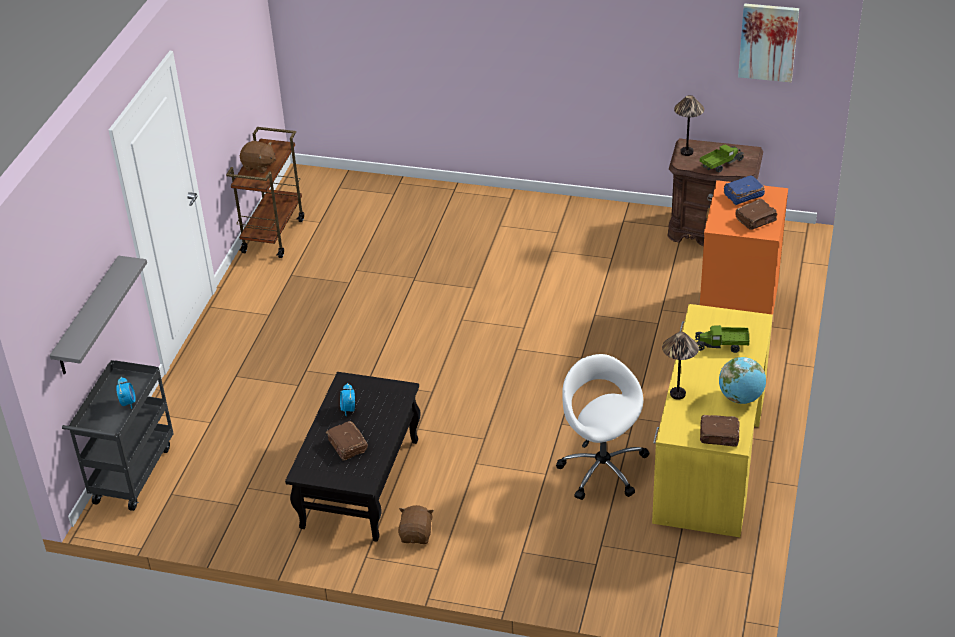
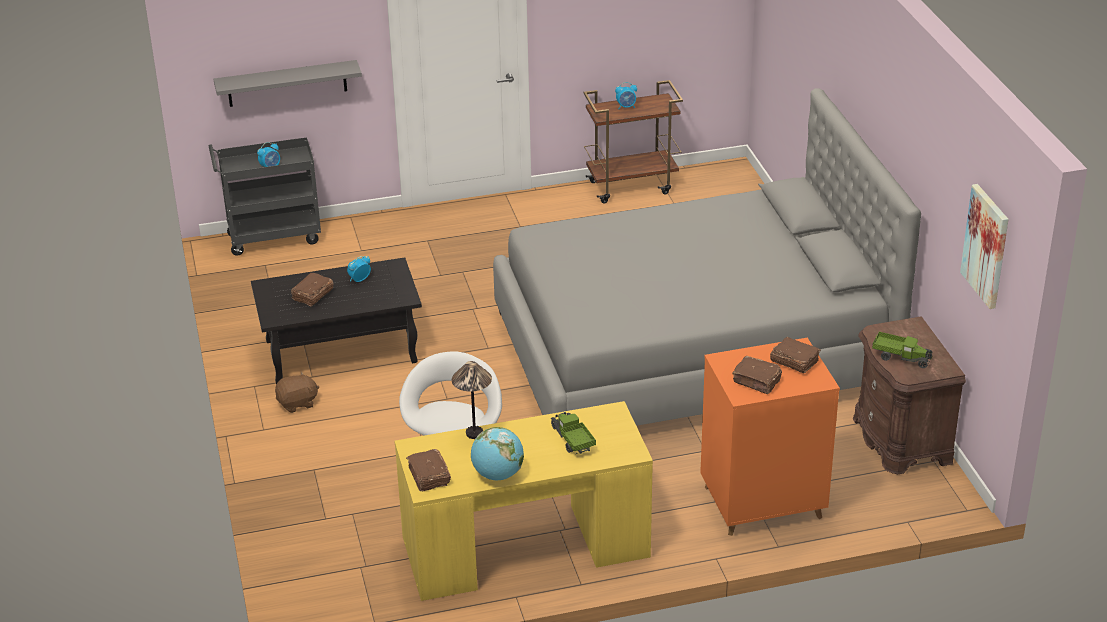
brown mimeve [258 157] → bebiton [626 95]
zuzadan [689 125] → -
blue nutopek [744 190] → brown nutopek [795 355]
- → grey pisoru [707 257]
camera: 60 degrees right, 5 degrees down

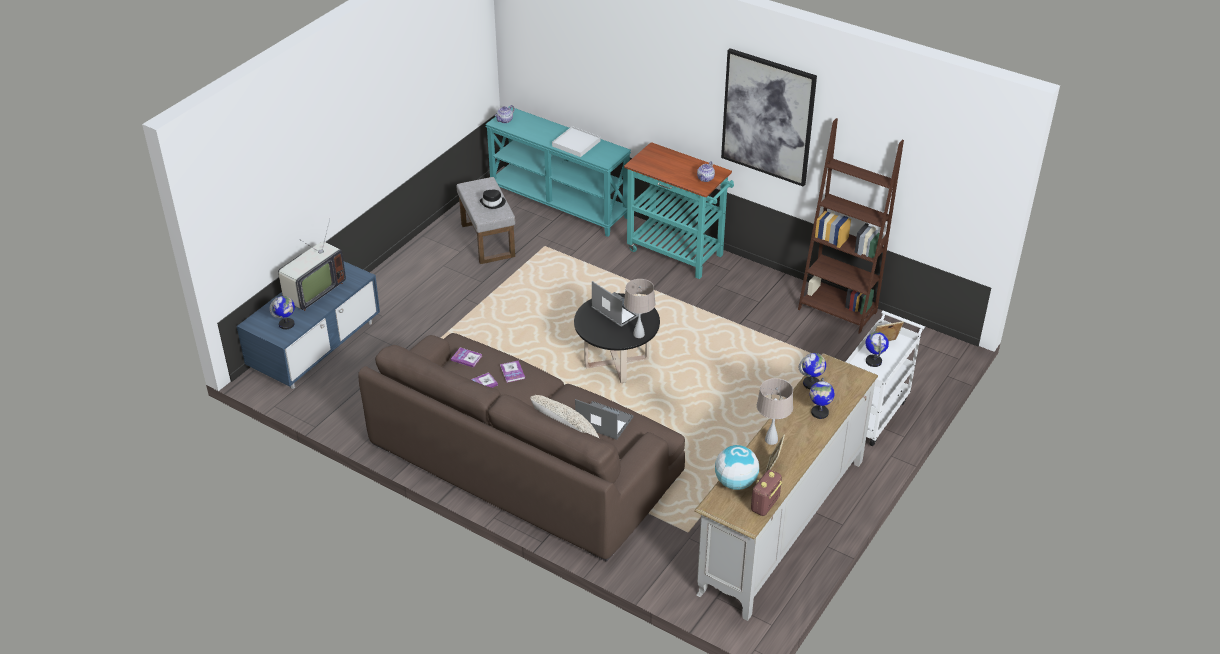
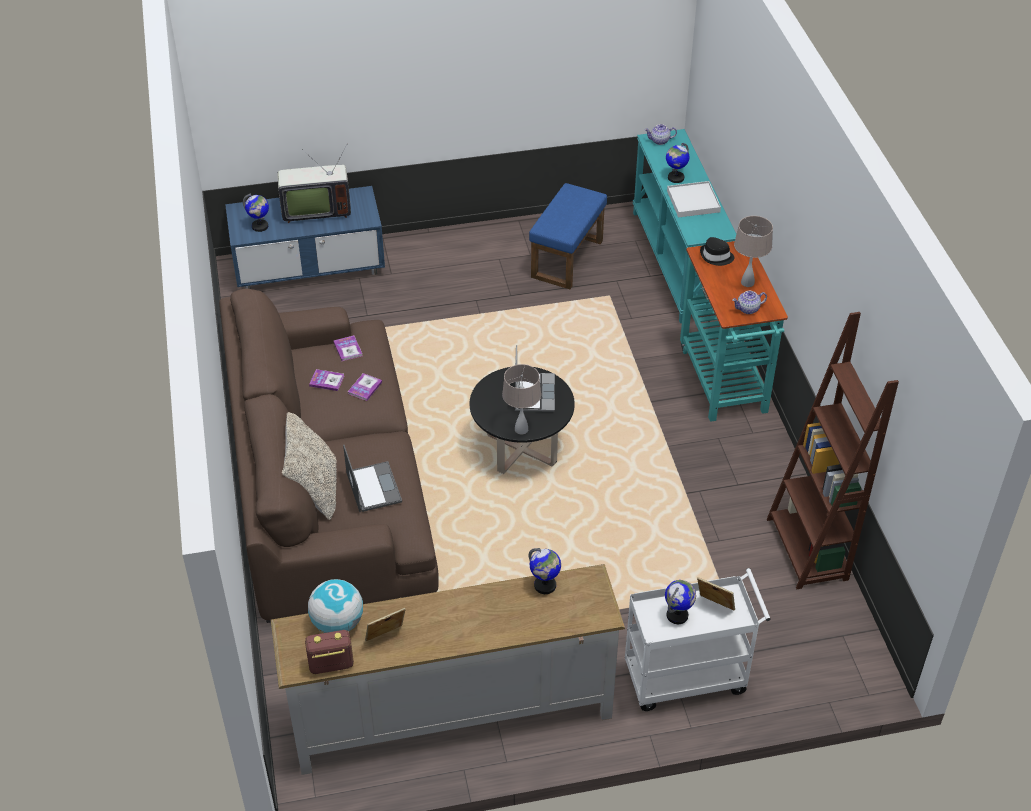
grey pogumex [485 220] → blue pogumex [568 236]
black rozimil [493 199] → black rozimil [717 251], relocated
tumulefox [769 117] → -
beige zuzadan [775 411] → beige zuzadan [753 251], relocated
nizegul [822 398] → nizegul [677 163], relocated
camera: 45 degrees right, 5 degrees up

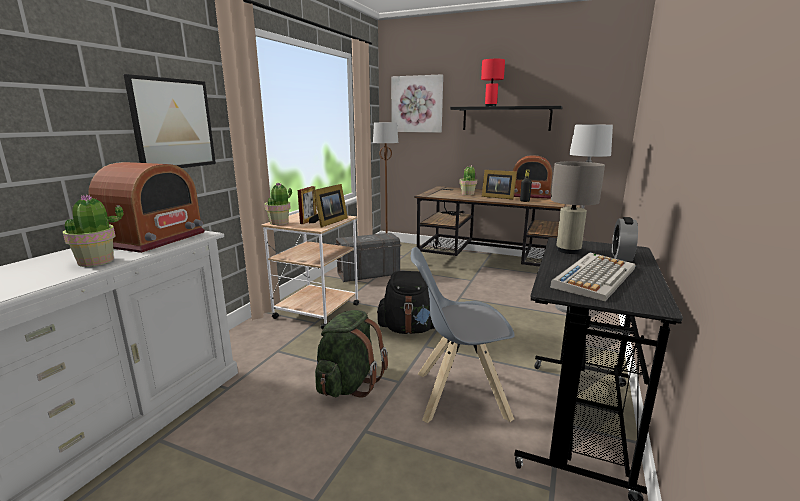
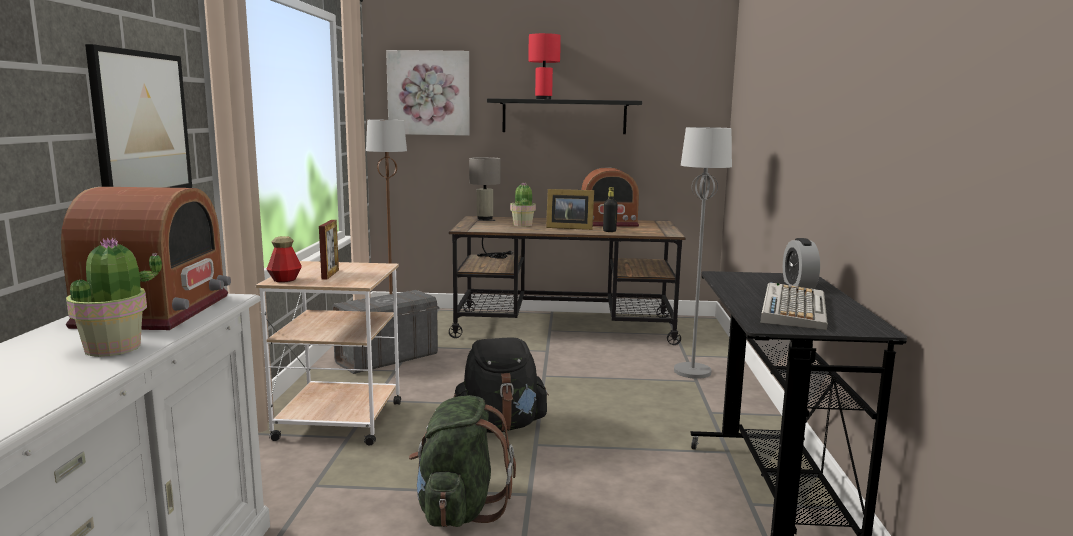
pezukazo [278 204] → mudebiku [284 259]
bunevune [328 205] → -
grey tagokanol [463 335] → -
grey zuzadan [578 207] → grey zuzadan [485 188], relocated
camera: 20 degrees left, 5 degrees down

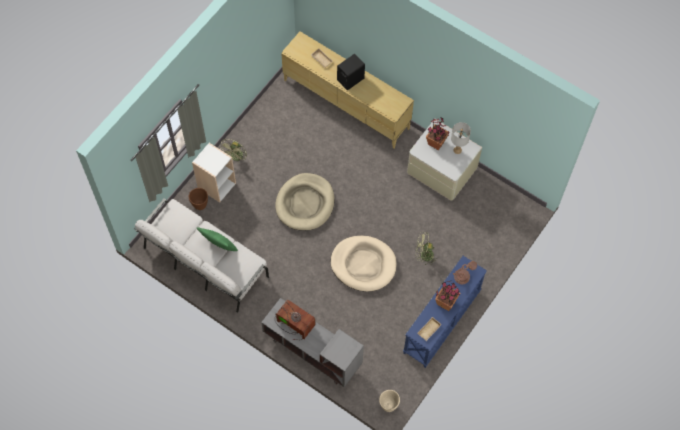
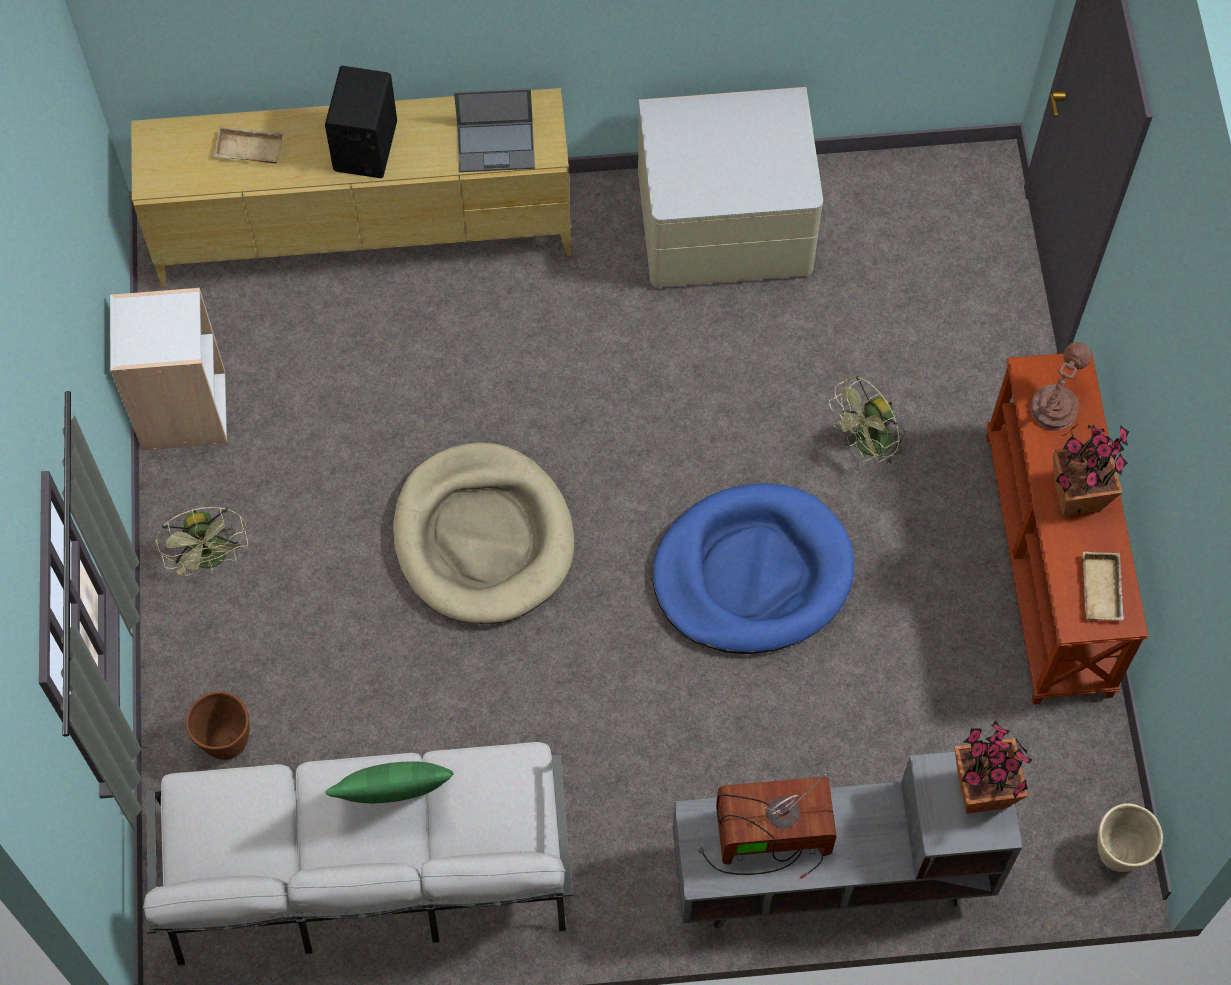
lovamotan [214 173] → lovamotan [168 369], relocated
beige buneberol [363 264] → blue buneberol [753 568]
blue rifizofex [445 312] → brown rifizofex [1067 527]
pezukazo [438 133] → pezukazo [993 767], relocated
grey zuzadan [461 138] → -
- → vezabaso [494 130]
camera: 40 degrees left, 0 degrees up

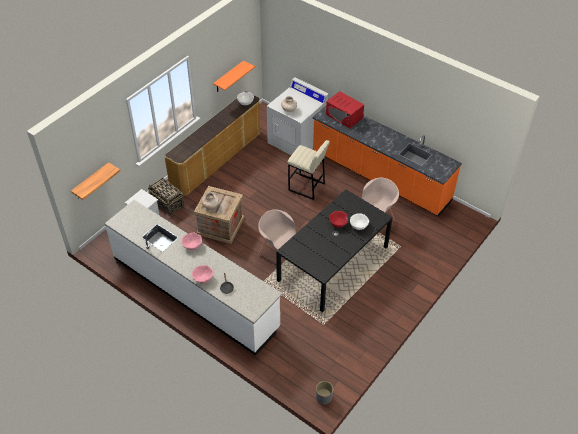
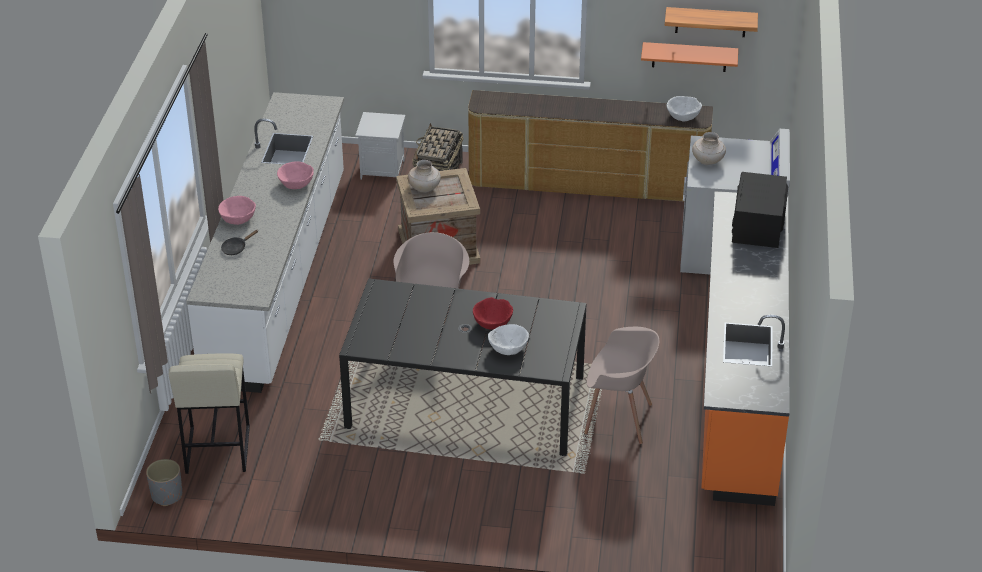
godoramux [95 181] → godoramux [711 22], relocated
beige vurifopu [309 170] → beige vurifopu [209 413], relocated
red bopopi [345 109] → black bopopi [760 210]
camera: 60 degrees right, 10 degrees down

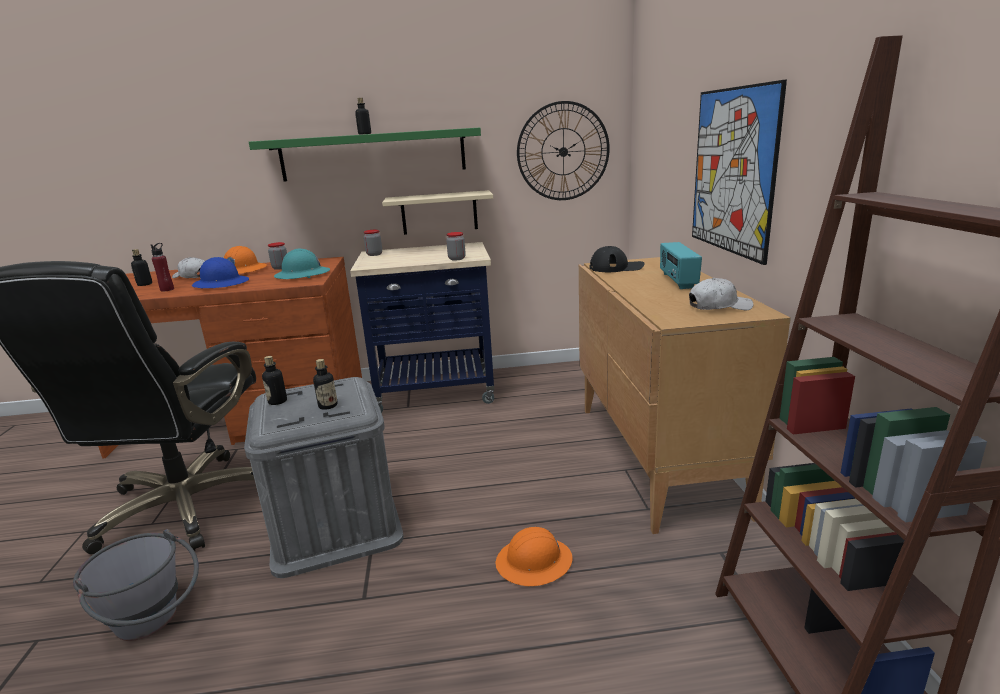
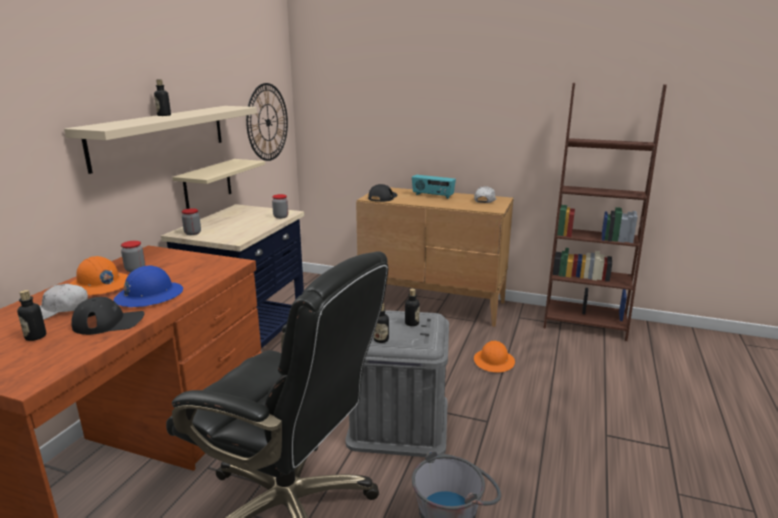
red mudebiku [162 267] → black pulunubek [108 316]
green godoramux [365 154] → beige godoramux [160 140]
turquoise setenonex [302 264] → -
tumulefox [739 172] → -
camera: 65 degrees left, 0 degrees up

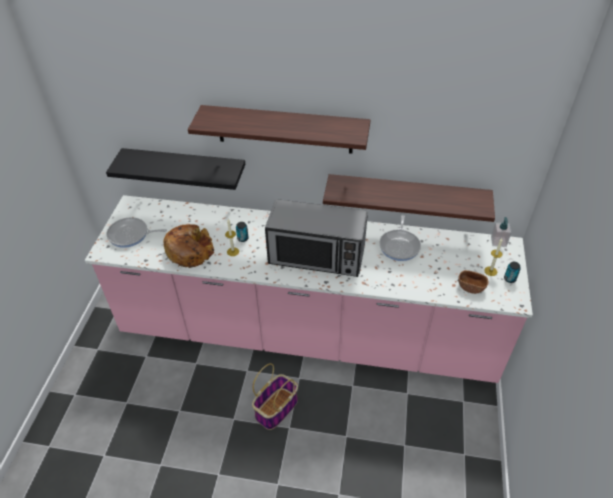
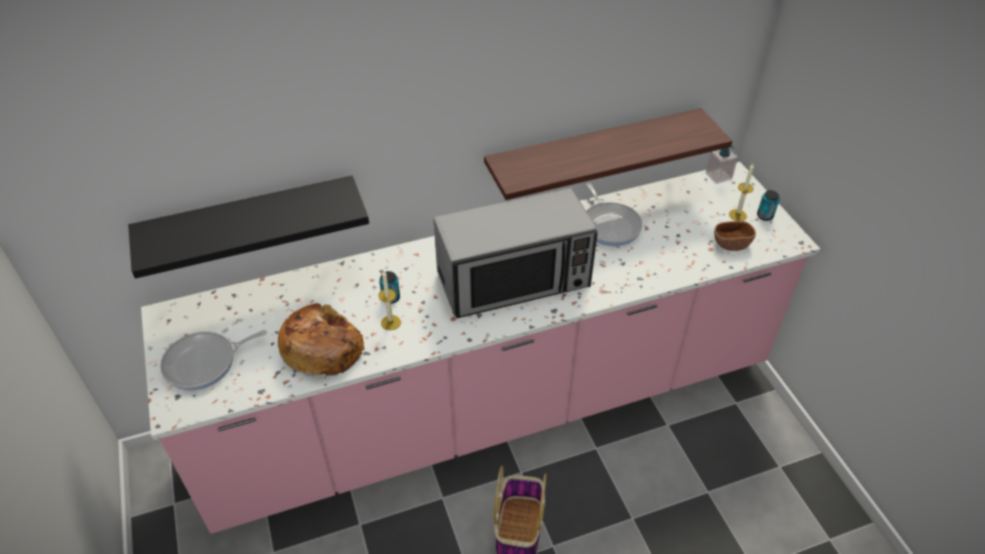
godoramux [279 129] → -
camera: 30 degrees left, 0 degrees up

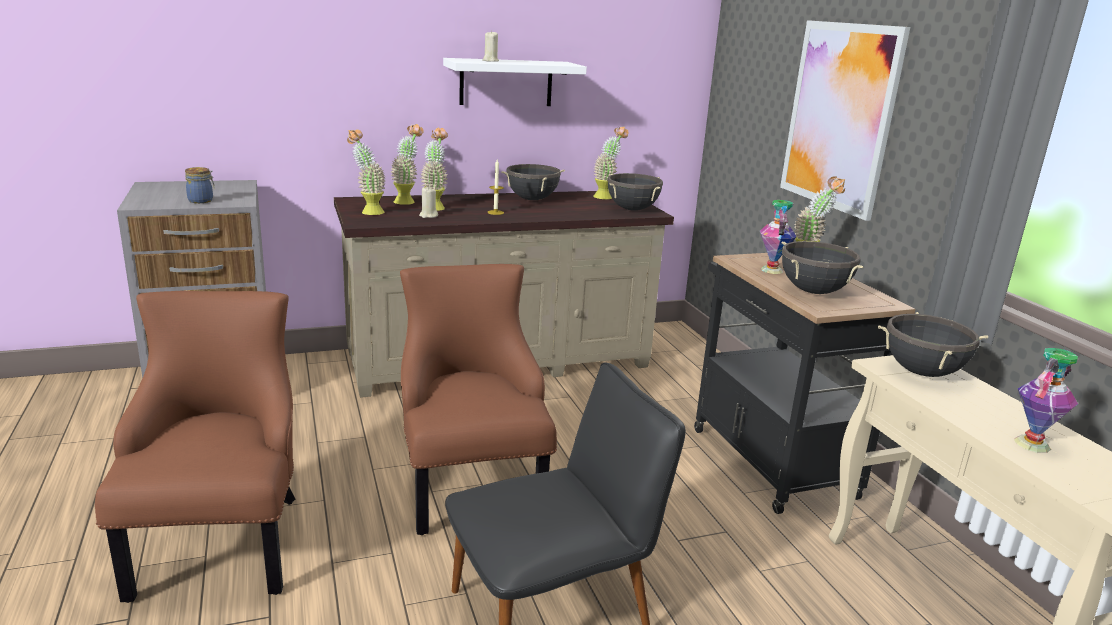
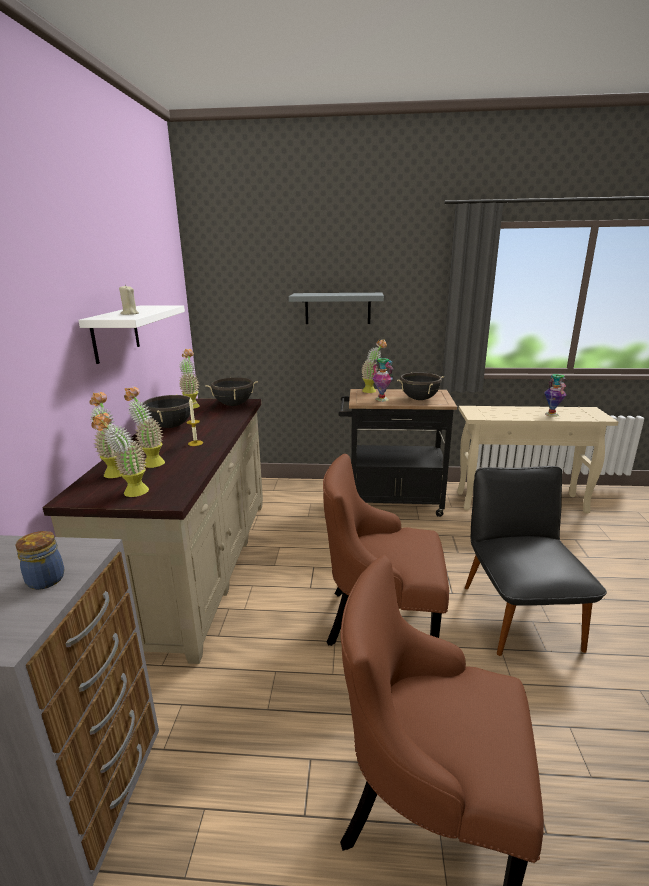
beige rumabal [428 202] → -
tumulefox [845 120] → grey godoramux [336 308]
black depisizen [933 344] → -
camera: 65 degrees left, 0 degrees up

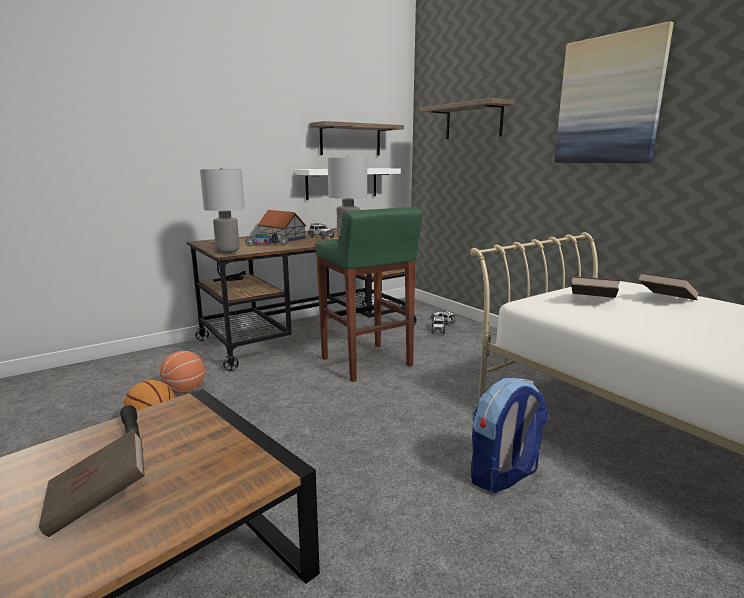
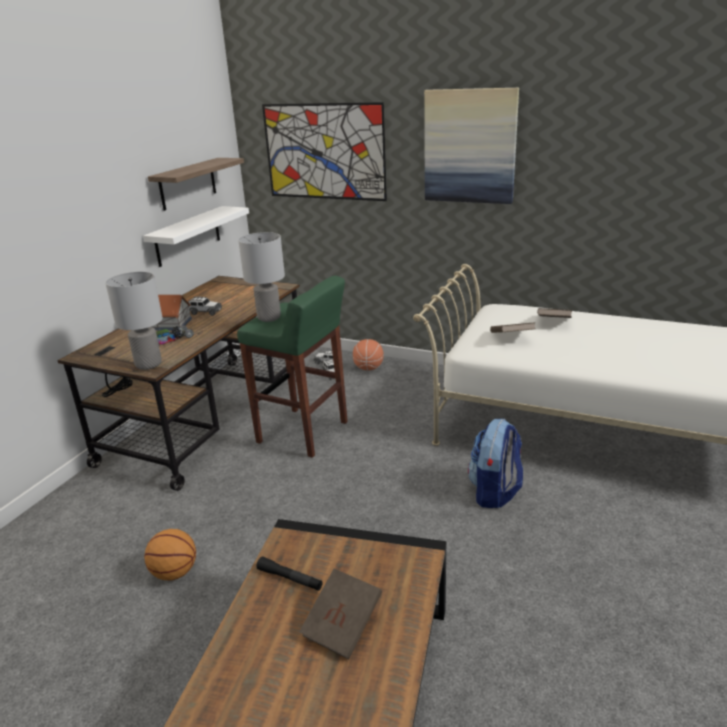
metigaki [182 372] → metigaki [368 354], relocated
godoramux [467 118] → tumulefox [324 151]
camera: 30 degrees left, 10 degrees up

